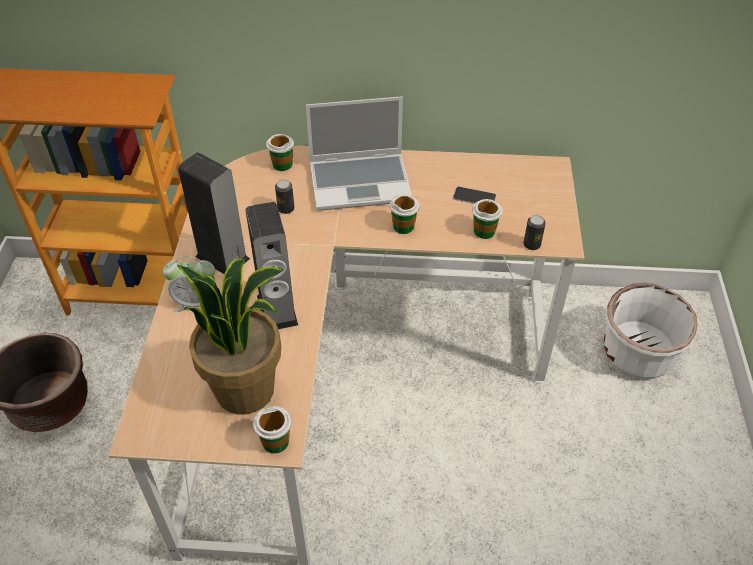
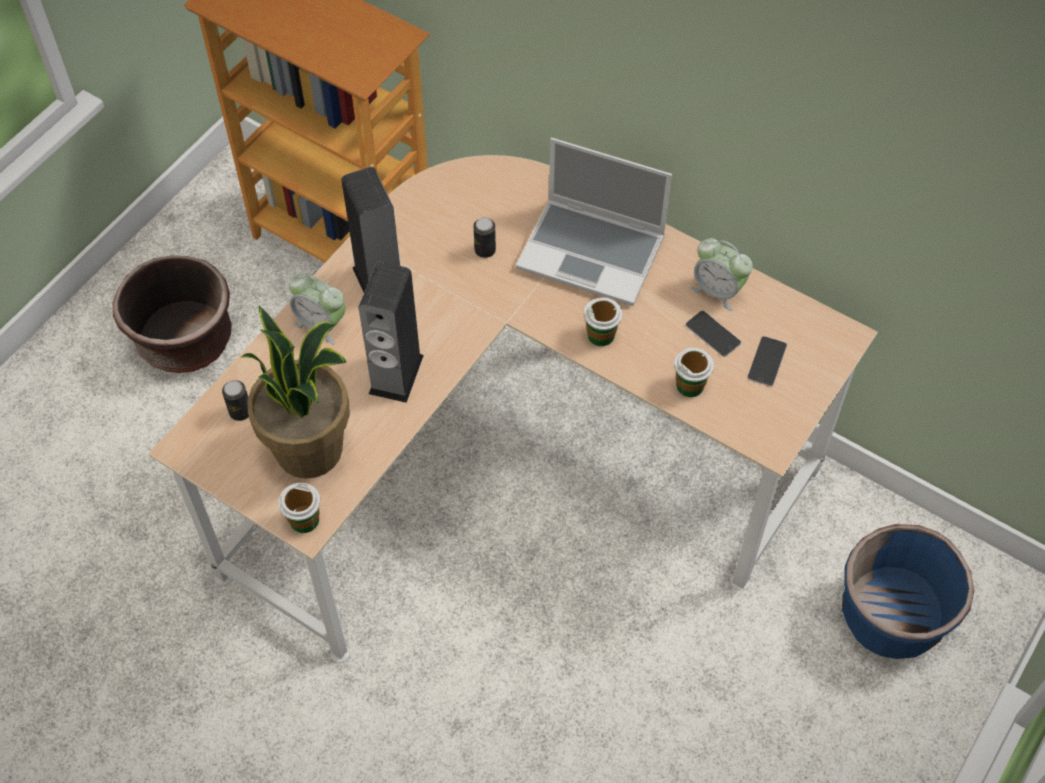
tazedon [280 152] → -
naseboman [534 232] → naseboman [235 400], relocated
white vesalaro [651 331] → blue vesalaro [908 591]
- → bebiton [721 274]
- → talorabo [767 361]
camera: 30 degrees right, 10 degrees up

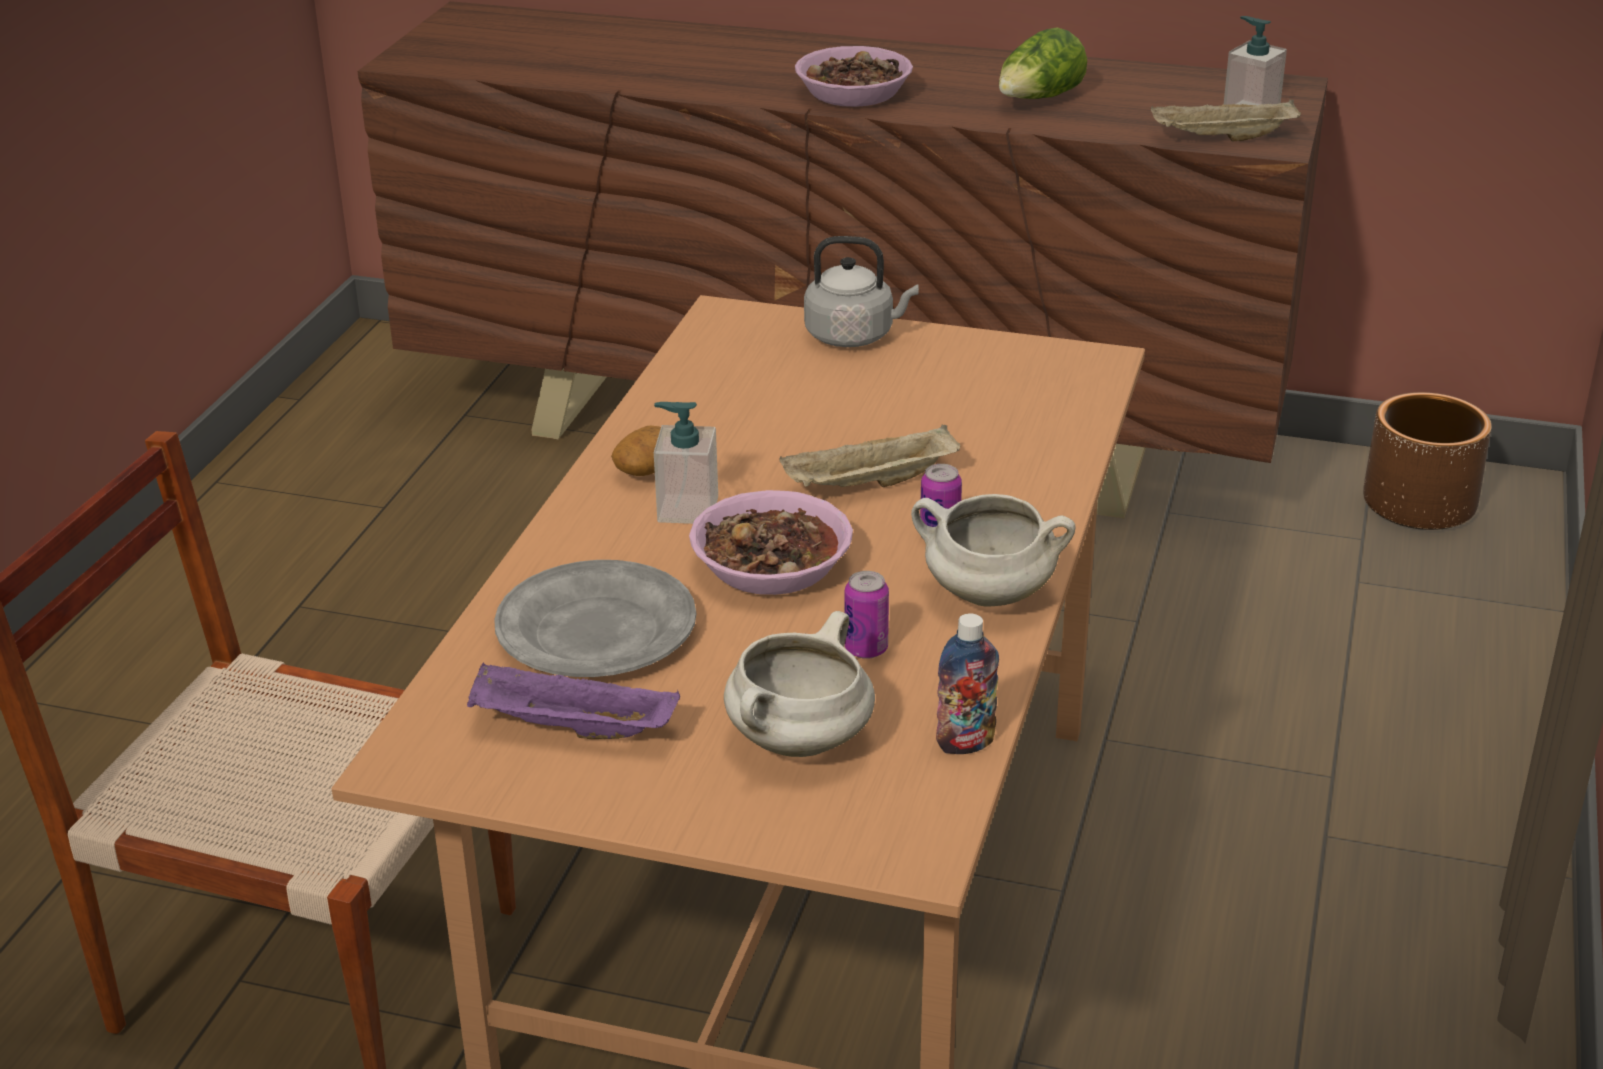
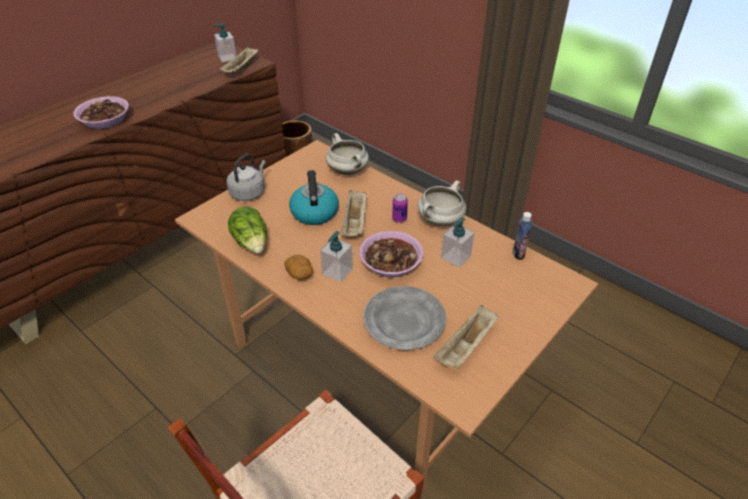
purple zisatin [573 701] → beige zisatin [466 337]
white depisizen [799 684] → white depisizen [347 154], relocated
naseboman [867 615] → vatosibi [458 242]
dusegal [1043 63] → dusegal [247 230], relocated
- → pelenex [314 197]
camera: 65 degrees left, 10 degrees up

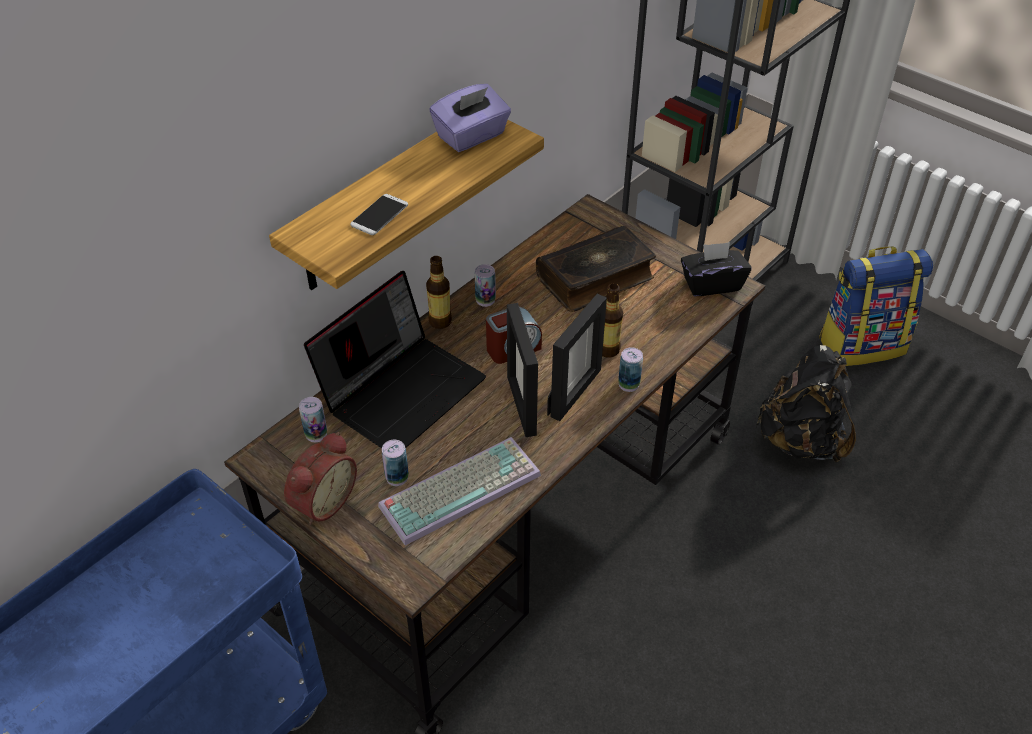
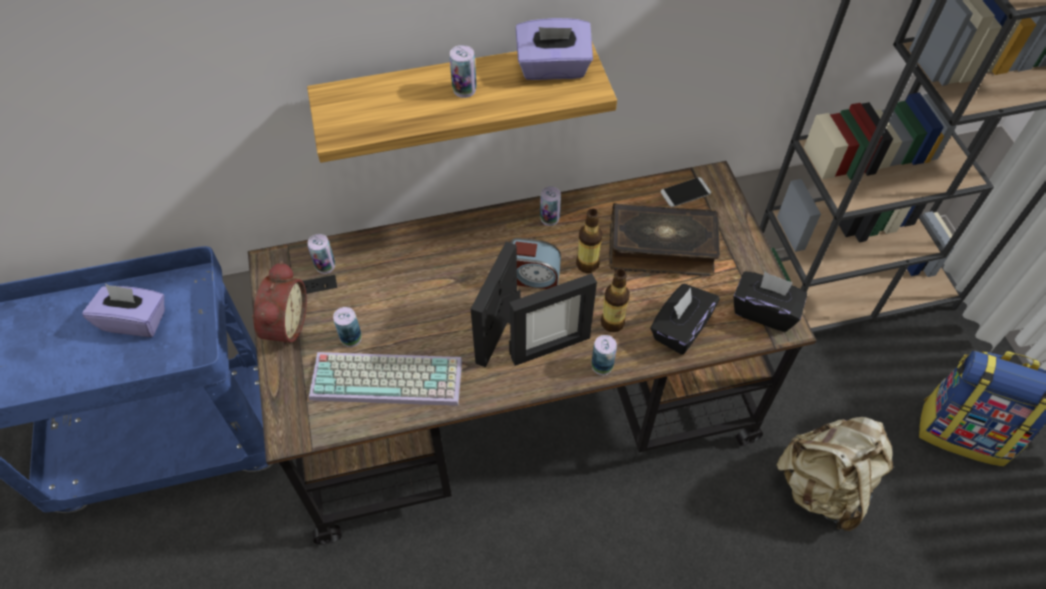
bebiton [320 478] → bebiton [279 304], 60 degrees counterclockwise
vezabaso [395 359] → -
talorabo [379 214] → talorabo [686 192], relocated
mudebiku [439 292] → mudebiku [589 241], relocated
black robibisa [806 404] → beige robibisa [835 474]
- → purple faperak [123 310]
- → naseboman [463 71]
- → black faperak [685 319]
camera: 35 degrees right, 10 degrees up

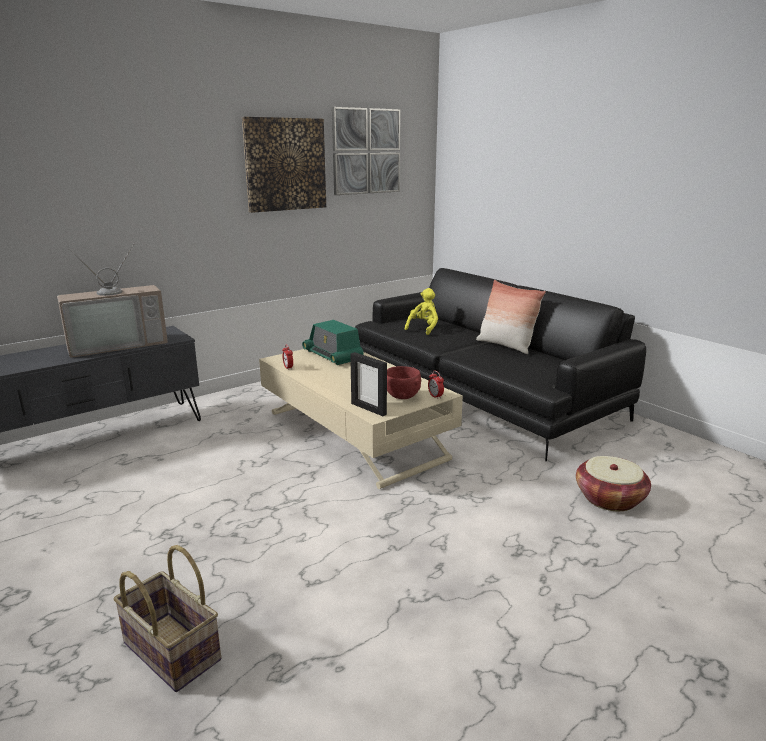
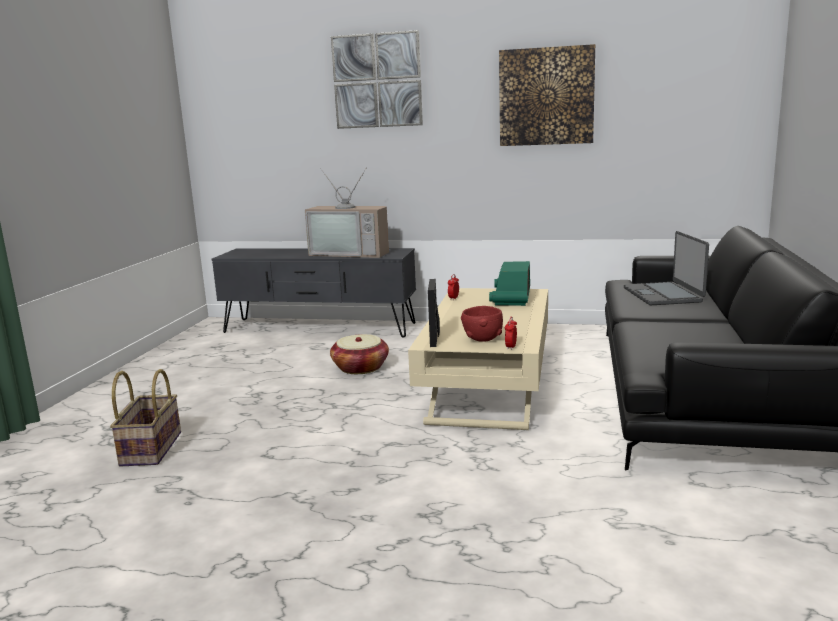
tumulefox [366 151] → tumulefox [377 79], relocated
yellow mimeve [421 311] → vezabaso [666 268]
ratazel [511 317] → -
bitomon [613 483] → bitomon [359 354], relocated
camera: 50 degrees right, 5 degrees down

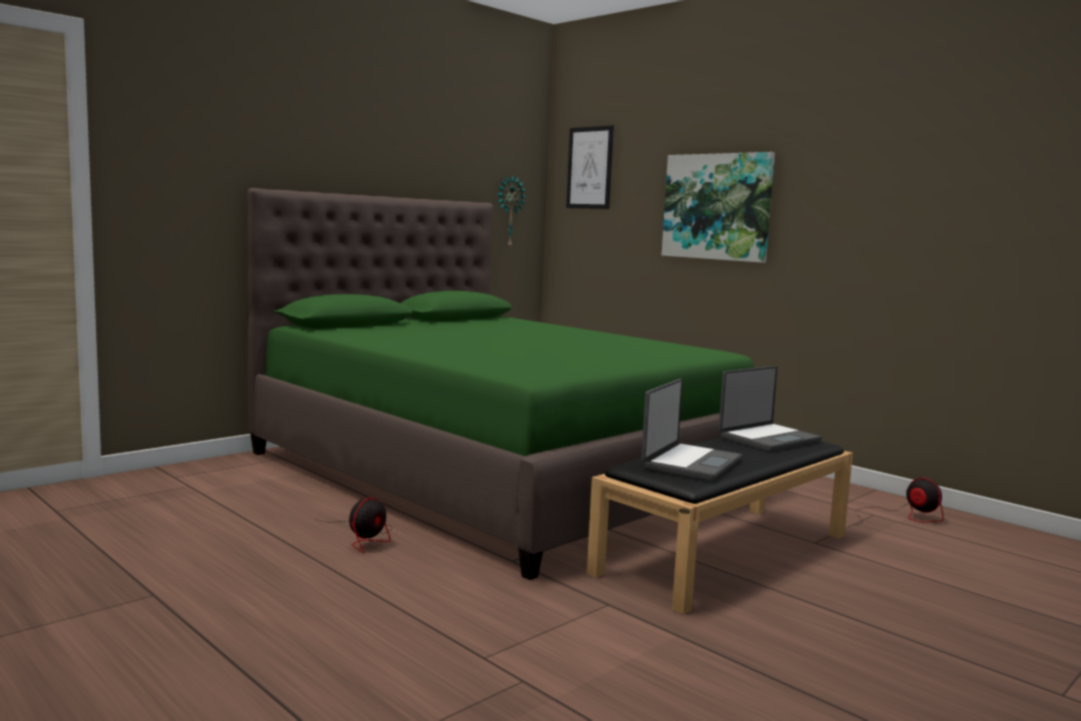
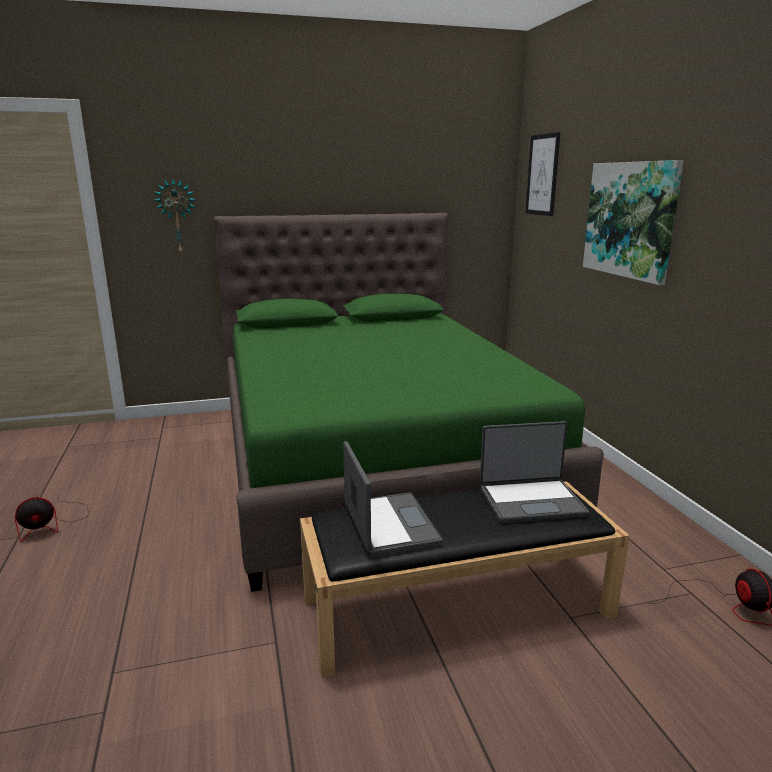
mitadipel [354 525] → mitadipel [52 519], relocated
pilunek [511 211] → pilunek [175 216], relocated
vezabaso [691 430] → vezabaso [392 499], 75 degrees counterclockwise
camera: 30 degrees right, 10 degrees up

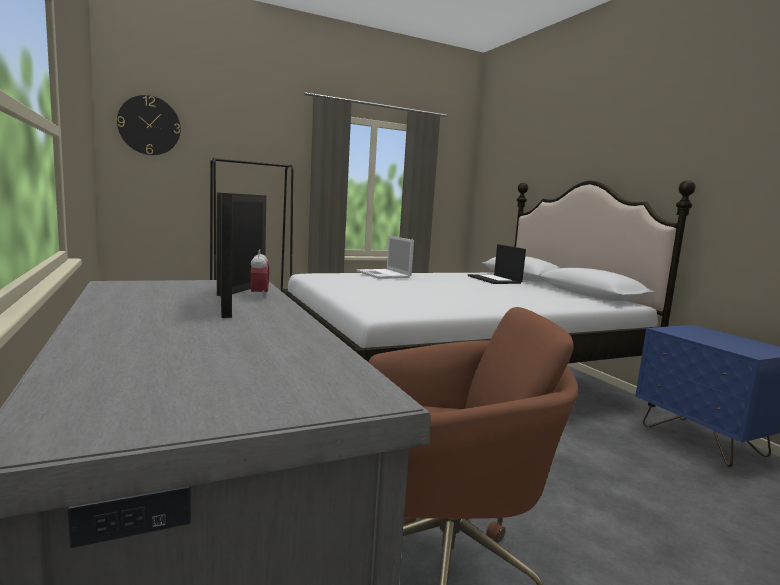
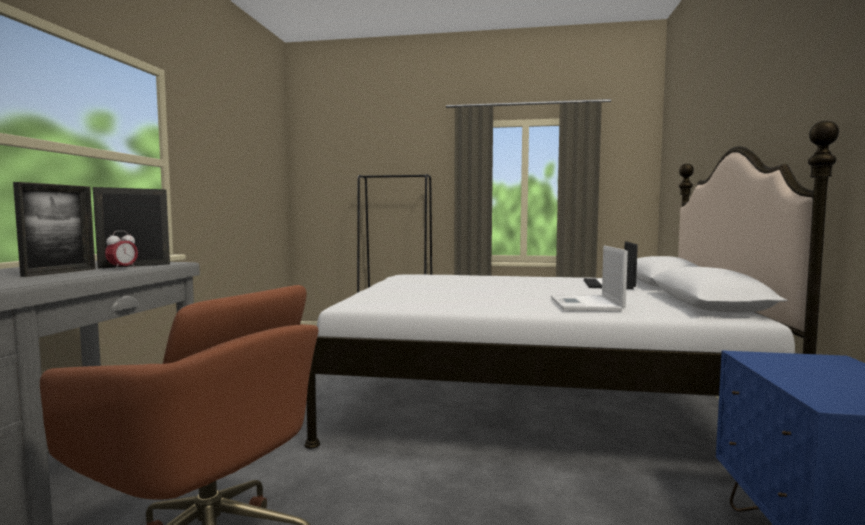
pilunek [149 125] → -
vezabaso [385 257] → vezabaso [589 278], relocated
camera: 35 degrees right, 5 degrees down

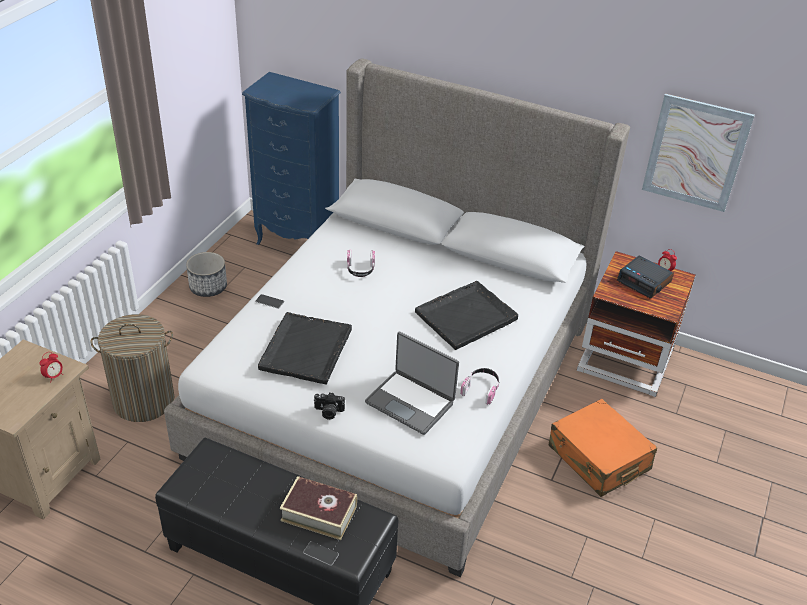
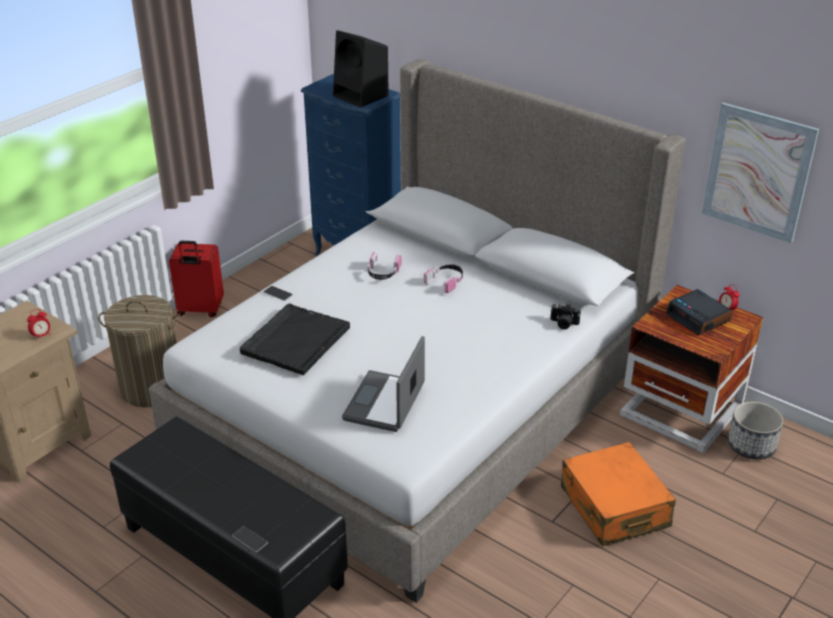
vesalaro [206 274] → vesalaro [755 430], relocated
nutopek [318 508] → -
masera [329 406] → masera [565 316], relocated
vezabaso [412 383] → vezabaso [383 384], 60 degrees clockwise
black zisatin [466 315] → -
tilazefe [480 386] → tilazefe [443 278], relocated
- → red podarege [196 279]
- → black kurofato [361 69]
camera: 15 degrees right, 5 degrees down

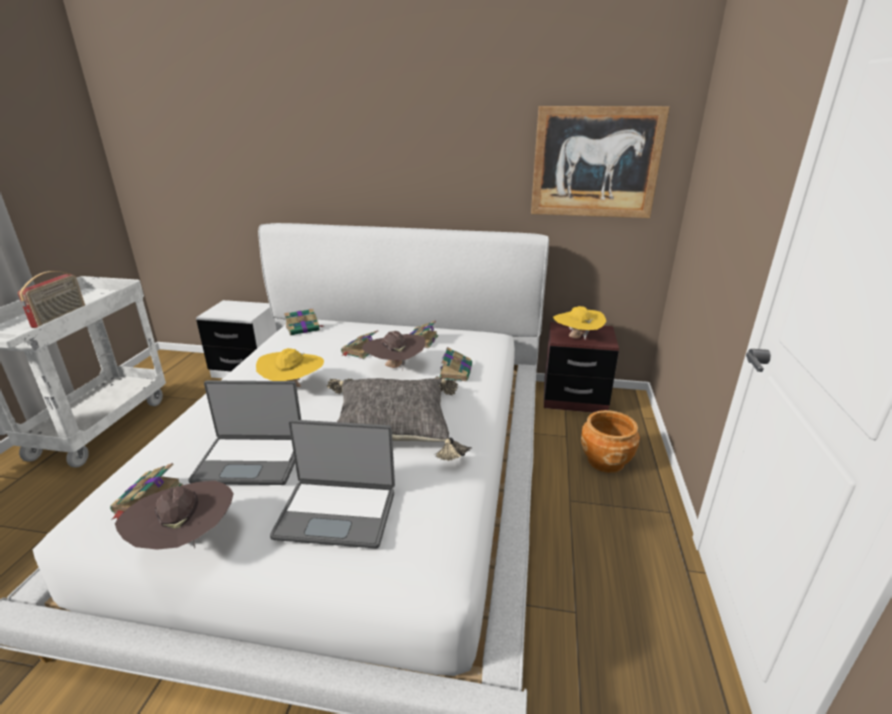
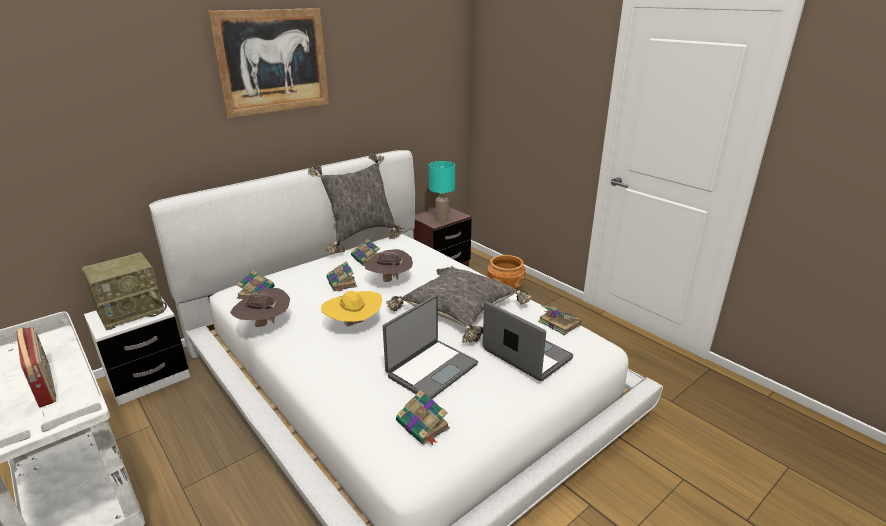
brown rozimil [174 515] → brown rozimil [260 307], relocated
vezabaso [332 484] → vezabaso [527 341], 90 degrees counterclockwise
nutopek [455 364] → nutopek [559 320], relocated
tumulefox [600 162] → tumulefox [268 63], relocated
yellow rozimil [579 323] → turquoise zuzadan [442 191]
- → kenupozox [124 291]
- → ratazel [356 203]
camera: 50 degrees left, 0 degrees up

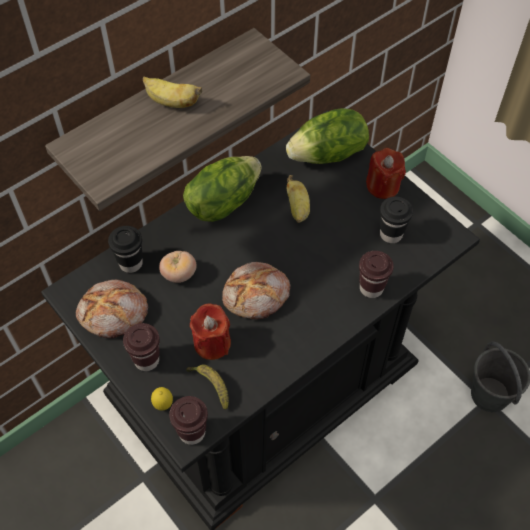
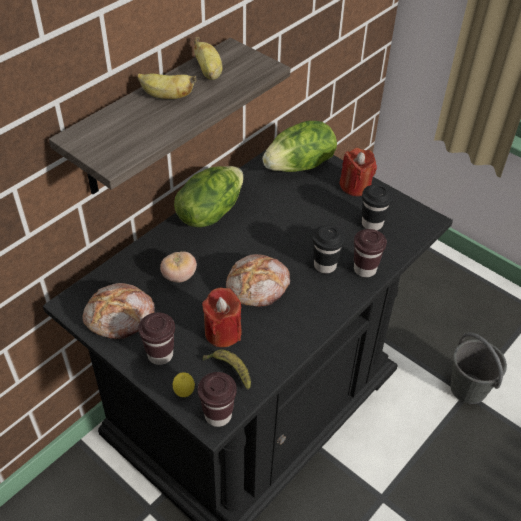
black tazedon [125 249] → black tazedon [328 249], relocated
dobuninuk [298 199] → dobuninuk [208 58], relocated
camera: 10 degrees left, 10 degrees down

